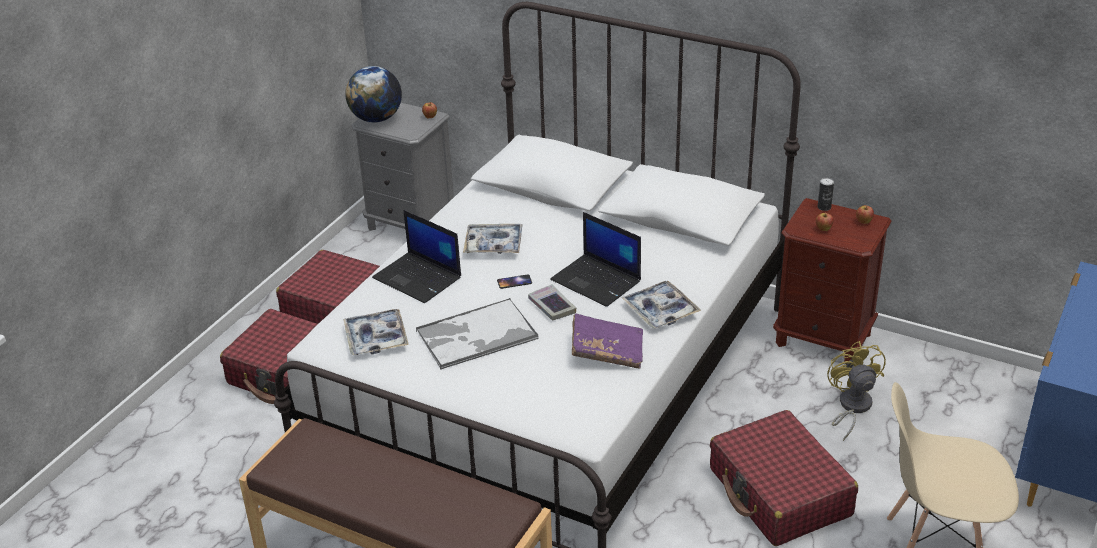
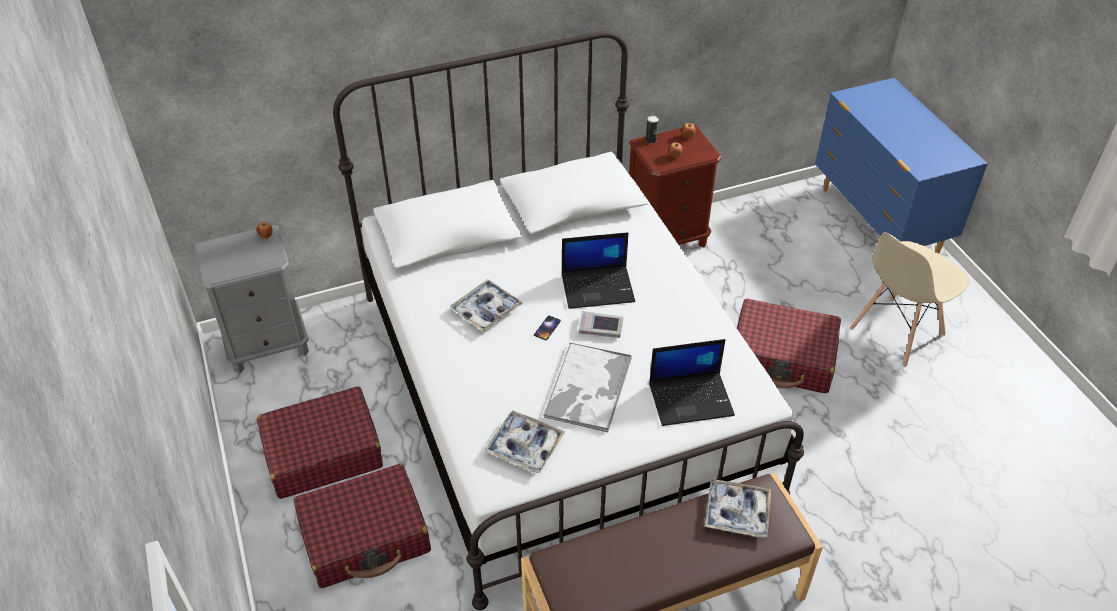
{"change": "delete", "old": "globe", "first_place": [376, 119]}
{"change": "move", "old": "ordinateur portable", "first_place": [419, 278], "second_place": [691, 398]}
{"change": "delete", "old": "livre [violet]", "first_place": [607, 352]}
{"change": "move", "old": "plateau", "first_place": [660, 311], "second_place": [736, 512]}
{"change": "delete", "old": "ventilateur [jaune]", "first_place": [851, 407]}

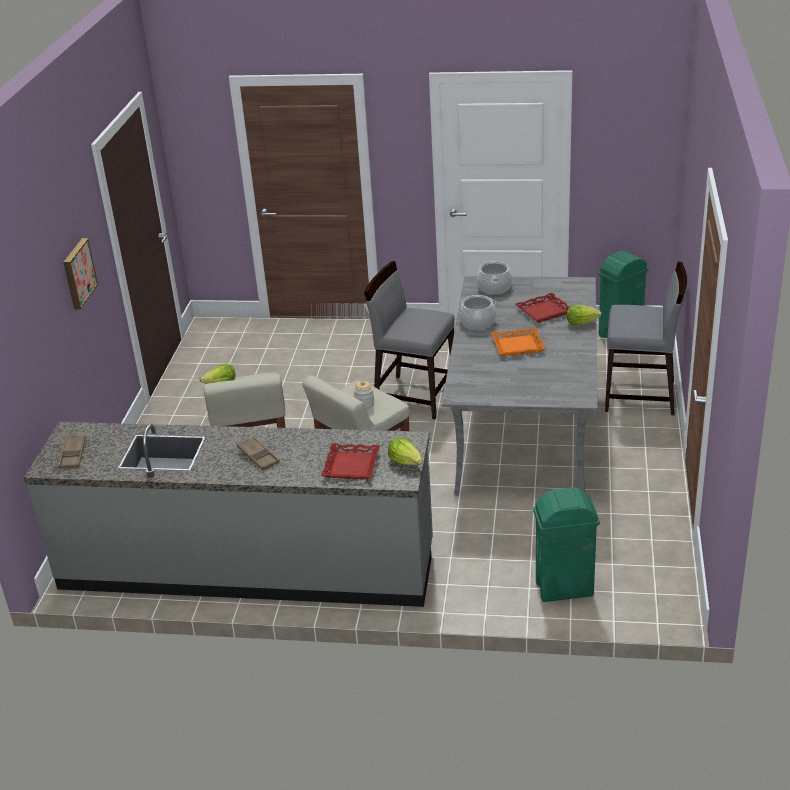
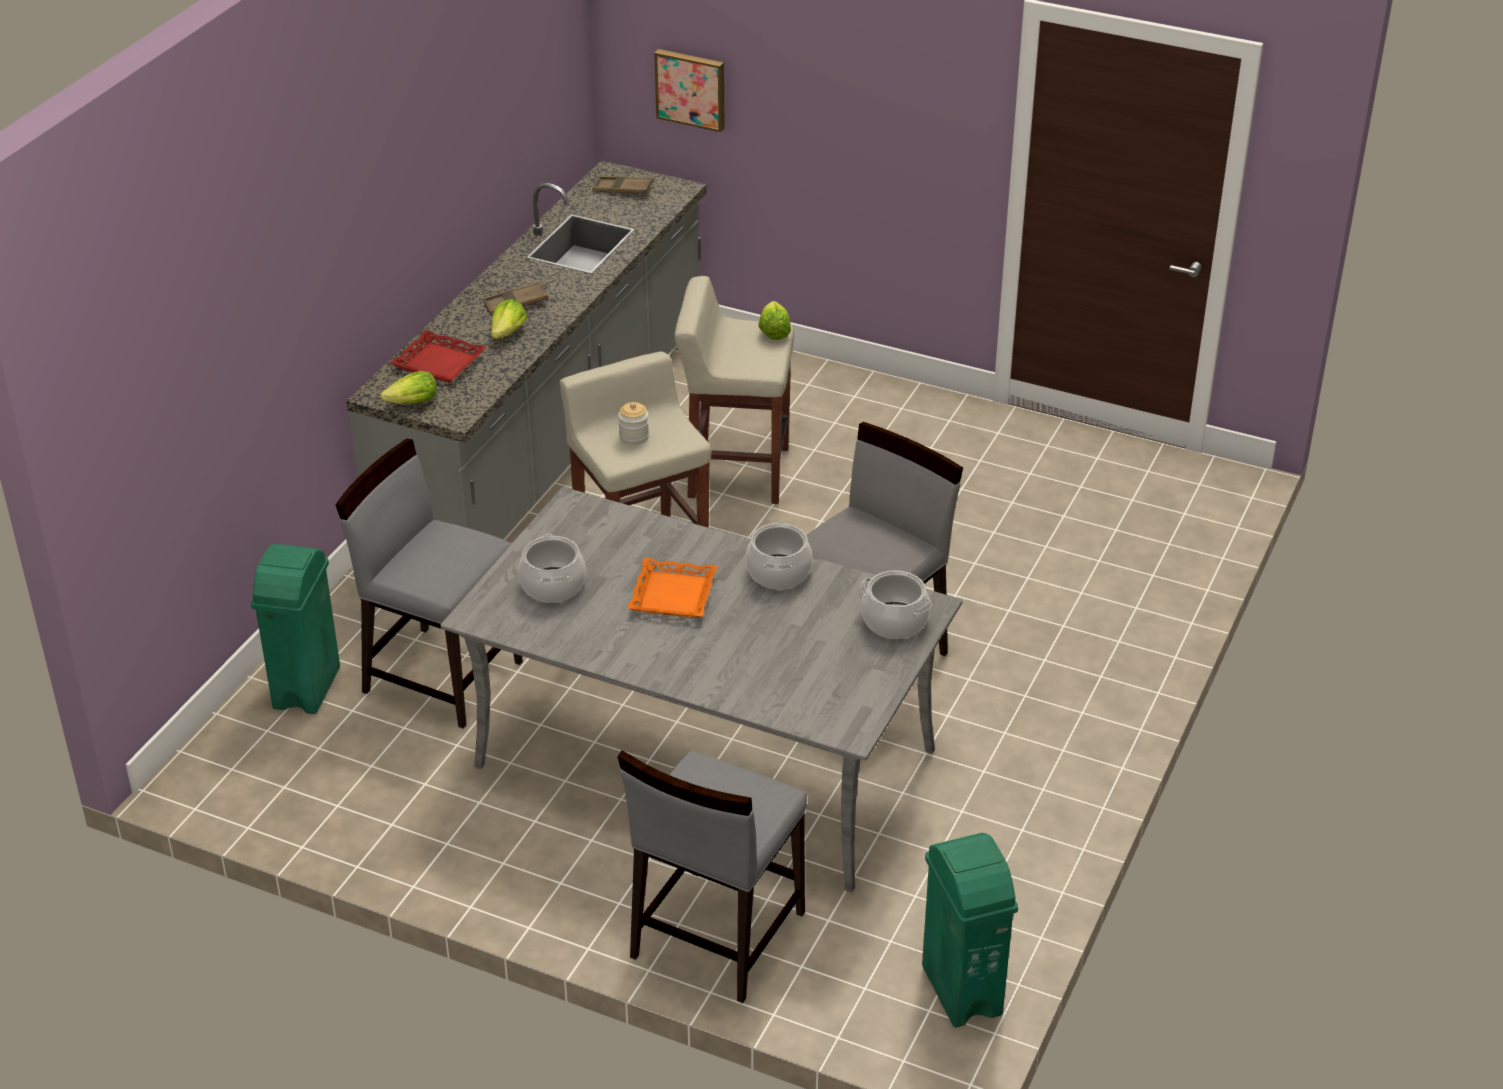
{"change": "move", "old": "tableau", "first_place": [78, 273], "second_place": [691, 88]}
{"change": "delete", "old": "plateau [rouge]", "first_place": [544, 311]}
{"change": "move", "old": "laitue", "first_place": [581, 322], "second_place": [508, 333]}
{"change": "insert", "new": "chaise [gris]", "second_place": [442, 675]}
{"change": "insert", "new": "marmite", "second_place": [552, 585]}

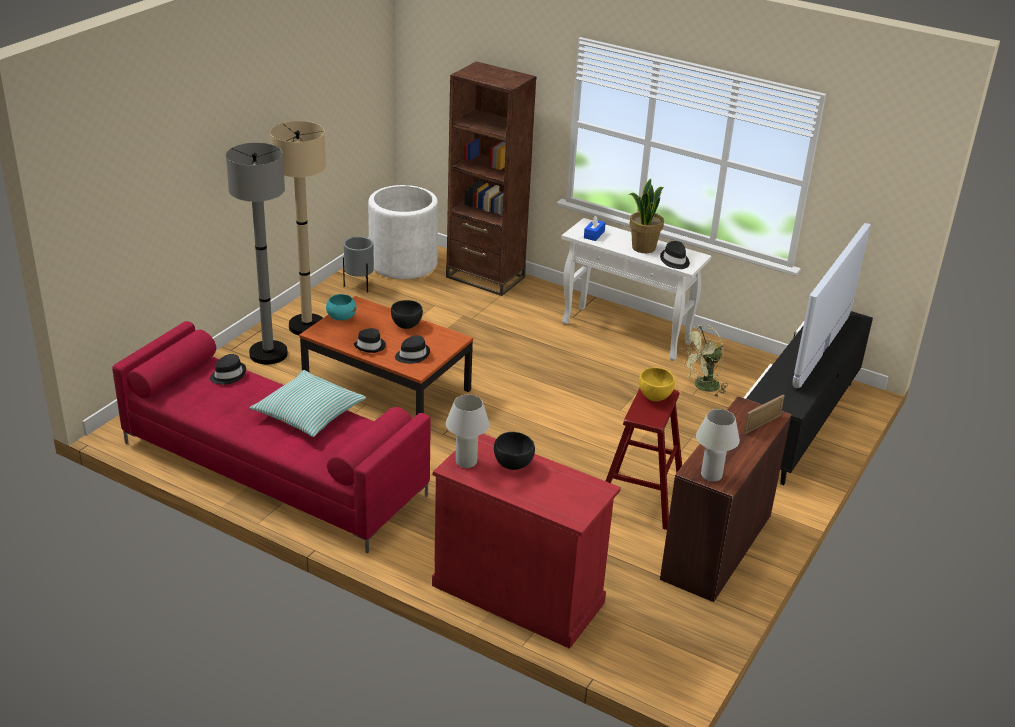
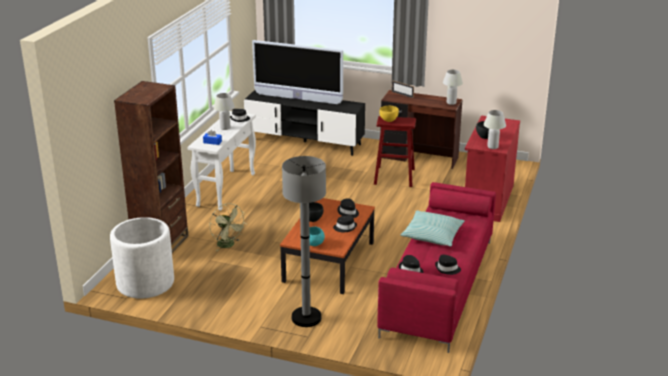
{"change": "delete", "old": "lampadaire [beige]", "first_place": [307, 326]}
{"change": "delete", "old": "cache-pot [gris]", "first_place": [359, 286]}
{"change": "replace", "old": "plante en pot", "new": "lampe de table [blanc]", "first_place": [643, 247], "second_place": [225, 128]}
{"change": "move", "old": "ventilateur [vert]", "first_place": [702, 387], "second_place": [228, 245]}
{"change": "insert", "new": "chapeau [noir]", "second_place": [447, 269]}

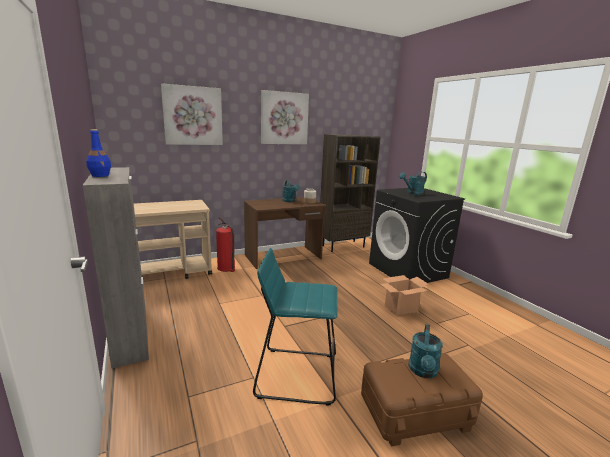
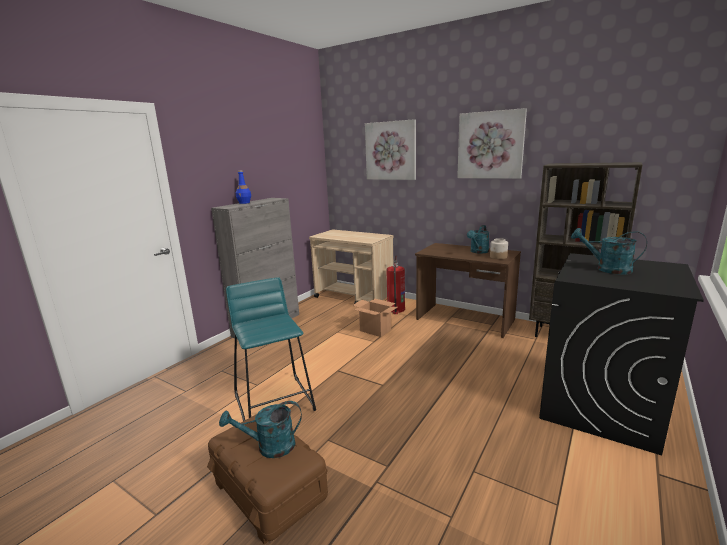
{"change": "move", "old": "carton", "first_place": [400, 309], "second_place": [375, 330]}

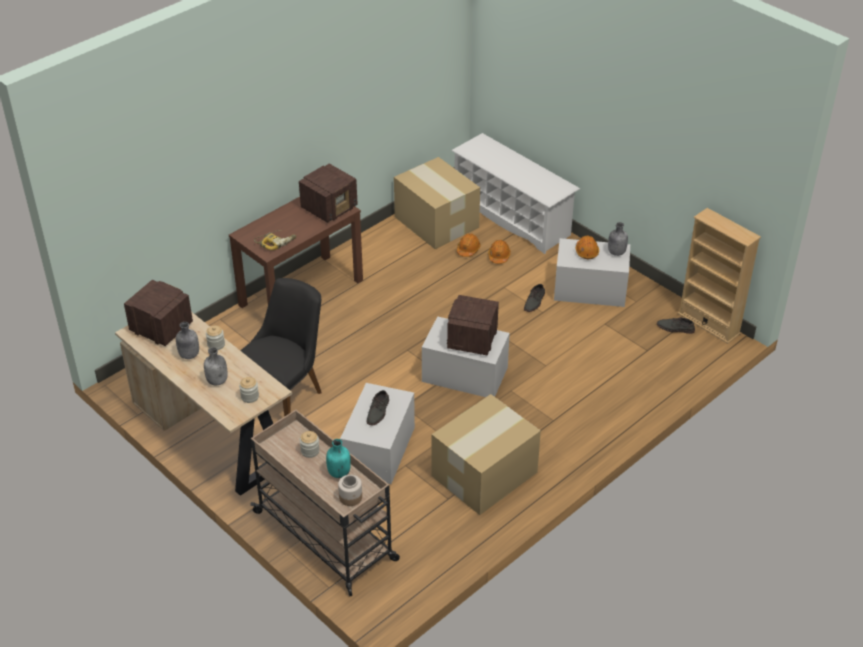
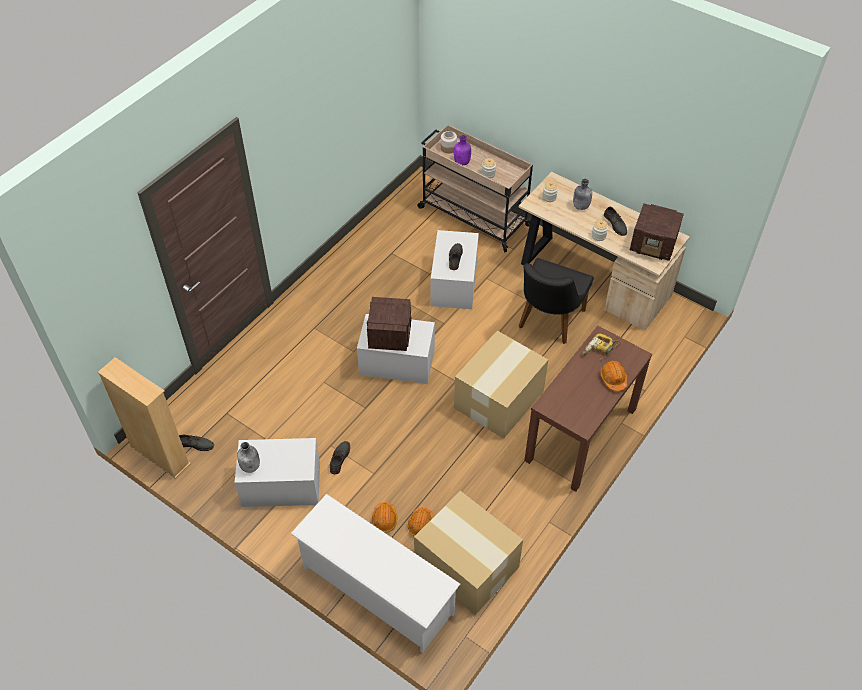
{"change": "replace", "old": "bouteille [gris]", "new": "chaussure [gris]", "first_place": [189, 355], "second_place": [615, 224]}
{"change": "delete", "old": "radio", "first_place": [330, 208]}
{"change": "recolor", "old": "bouteille [turquoise]", "new": "bouteille [violet]", "first_place": [338, 472], "second_place": [462, 162]}
{"change": "move", "old": "carton", "first_place": [483, 474], "second_place": [500, 399]}
{"change": "move", "old": "casque de chantier [orange]", "first_place": [586, 251], "second_place": [613, 378]}

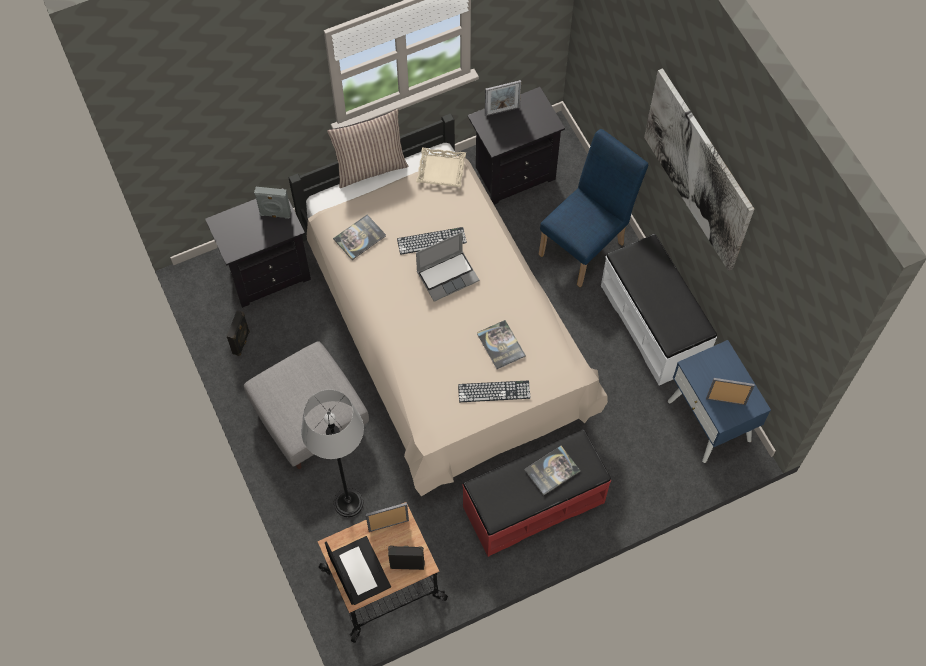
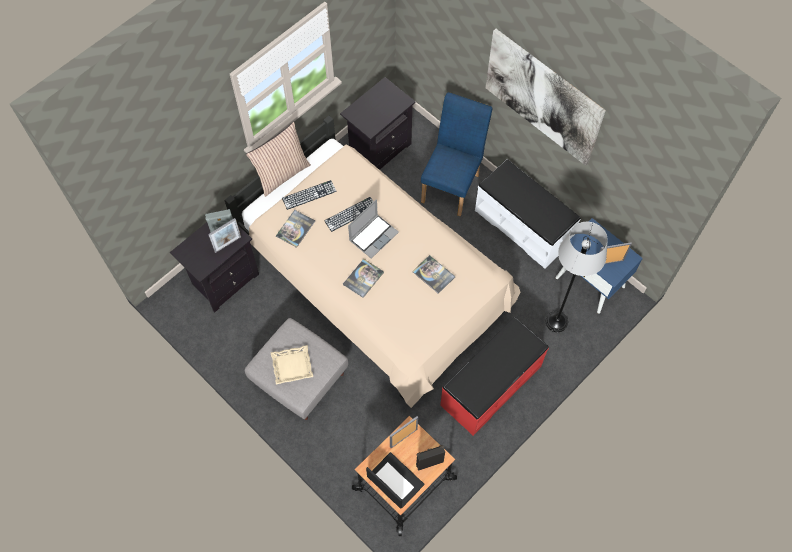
{"change": "delete", "old": "enceinte [noir]", "first_place": [242, 342]}
{"change": "move", "old": "lampadaire [gris]", "first_place": [348, 503], "second_place": [556, 322]}
{"change": "move", "old": "plateau [beige]", "first_place": [441, 170], "second_place": [292, 366]}
{"change": "move", "old": "clavier", "first_place": [494, 391], "second_place": [309, 195]}
{"change": "move", "old": "cadre photo", "first_place": [502, 111], "second_place": [228, 244]}
{"change": "move", "old": "livre", "first_place": [552, 470], "second_place": [363, 278]}

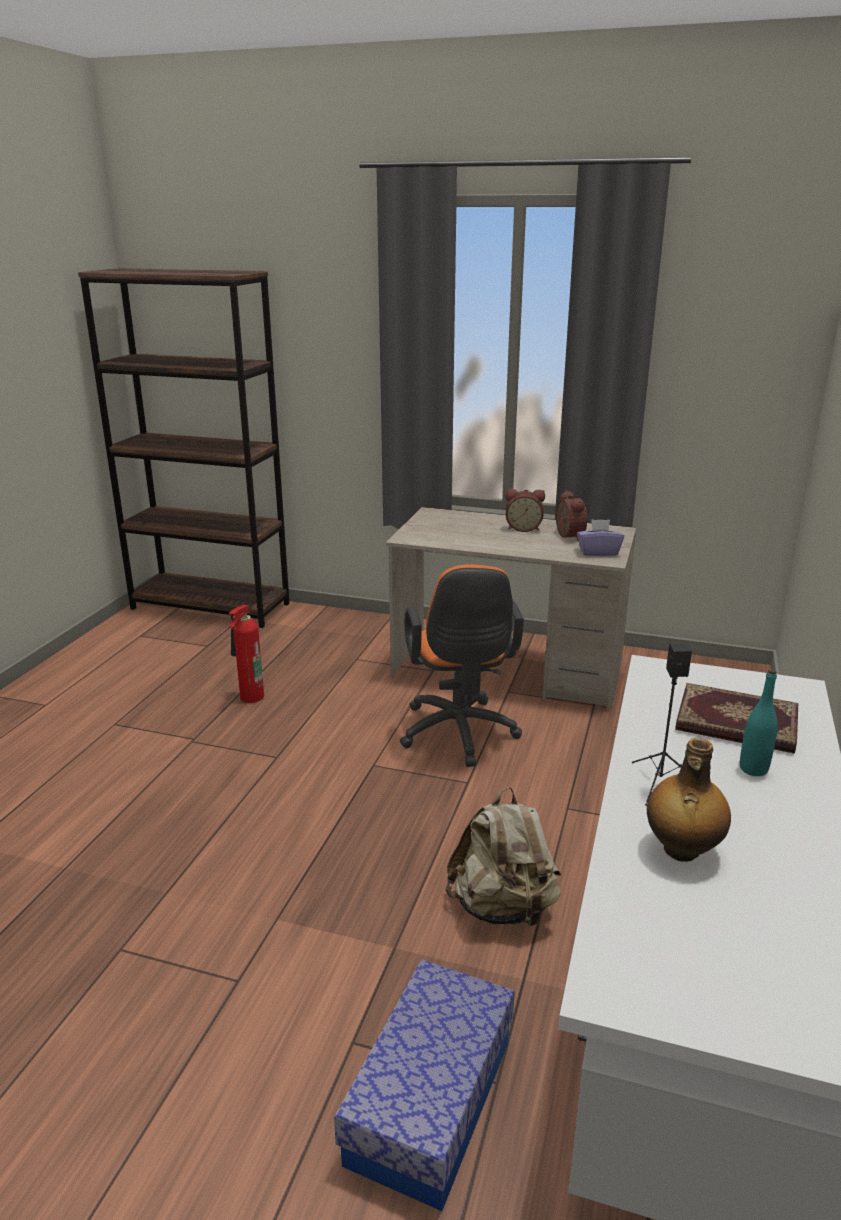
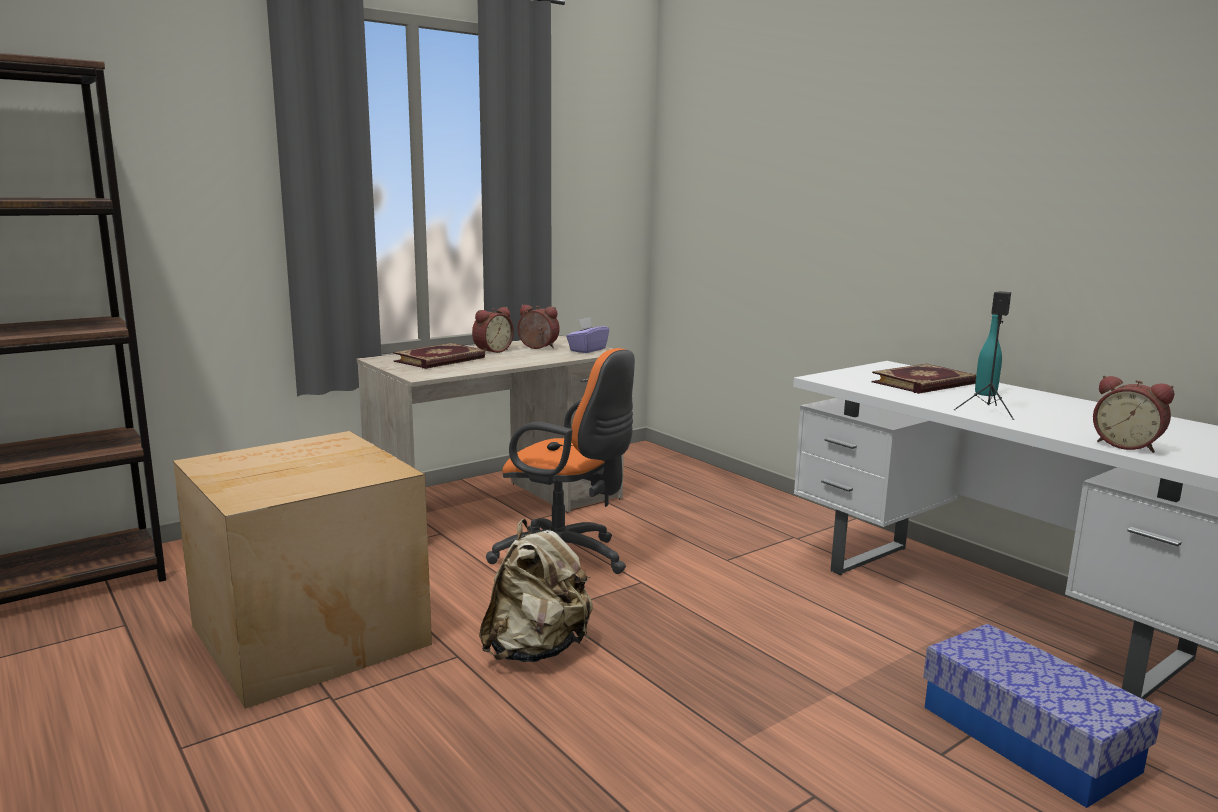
{"change": "replace", "old": "extincteur", "new": "carton", "first_place": [249, 697], "second_place": [306, 635]}
{"change": "move", "old": "sac à dos [beige]", "first_place": [503, 908], "second_place": [536, 650]}
{"change": "delete", "old": "bouteille", "first_place": [681, 850]}
{"change": "insert", "new": "livre", "second_place": [440, 360]}
{"change": "insert", "new": "réveil", "second_place": [1127, 445]}

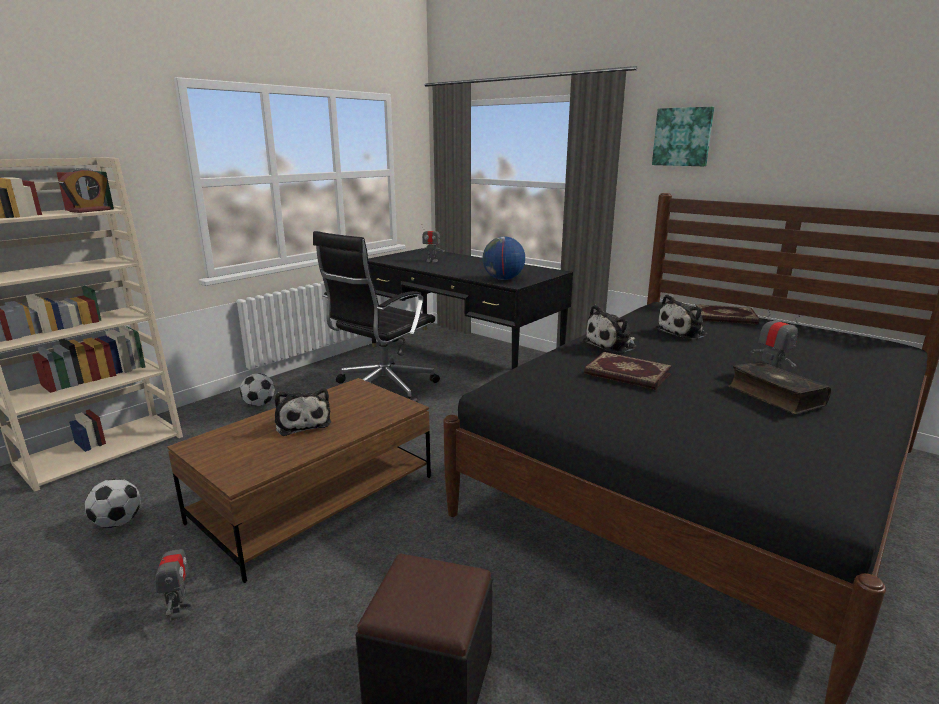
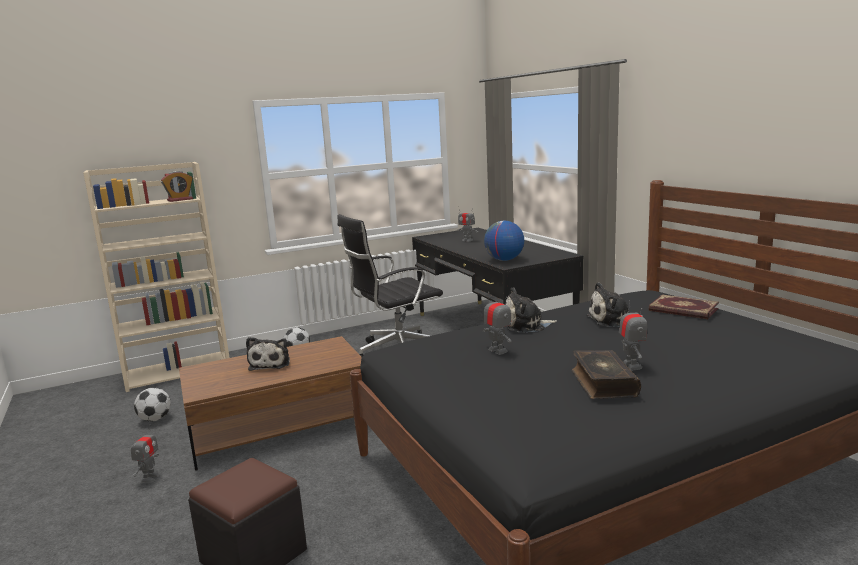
{"change": "replace", "old": "livre", "new": "robot jouet", "first_place": [626, 374], "second_place": [497, 351]}
{"change": "delete", "old": "tableau", "first_place": [682, 137]}

